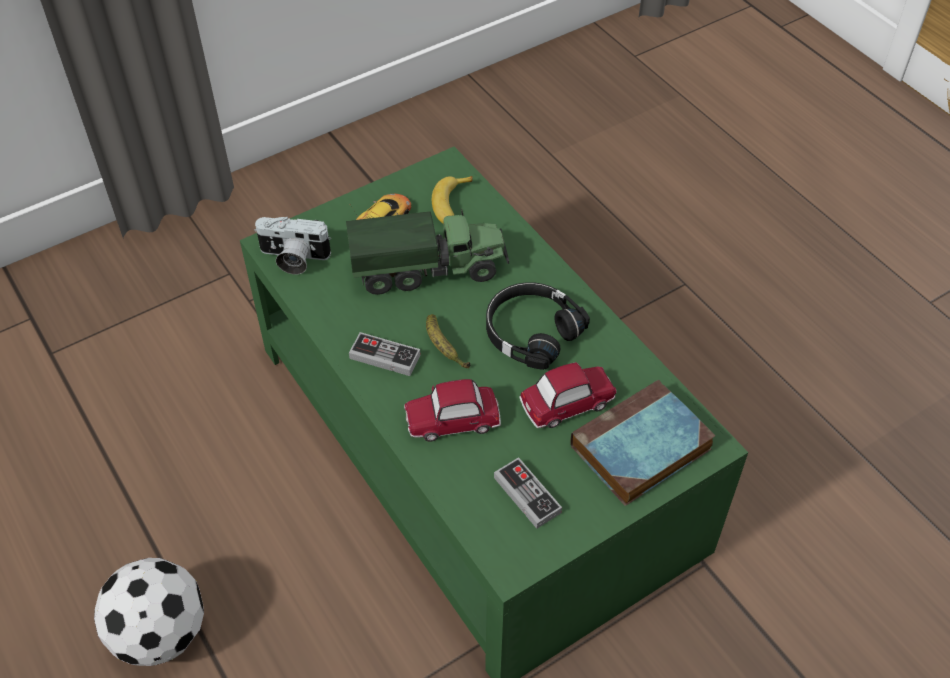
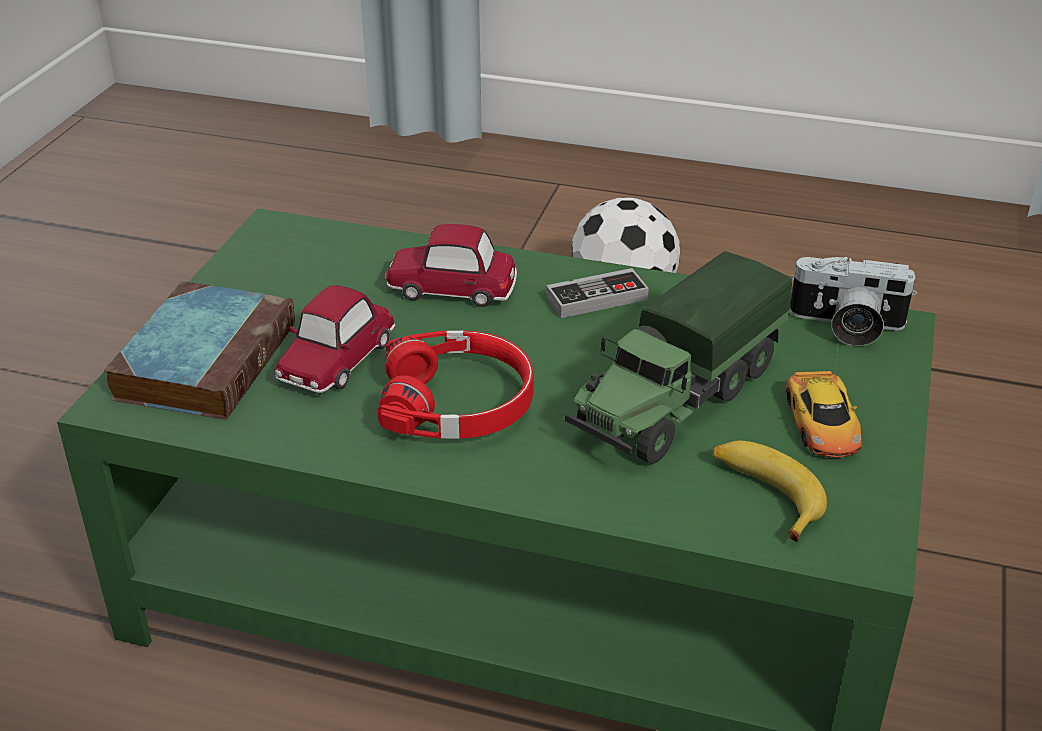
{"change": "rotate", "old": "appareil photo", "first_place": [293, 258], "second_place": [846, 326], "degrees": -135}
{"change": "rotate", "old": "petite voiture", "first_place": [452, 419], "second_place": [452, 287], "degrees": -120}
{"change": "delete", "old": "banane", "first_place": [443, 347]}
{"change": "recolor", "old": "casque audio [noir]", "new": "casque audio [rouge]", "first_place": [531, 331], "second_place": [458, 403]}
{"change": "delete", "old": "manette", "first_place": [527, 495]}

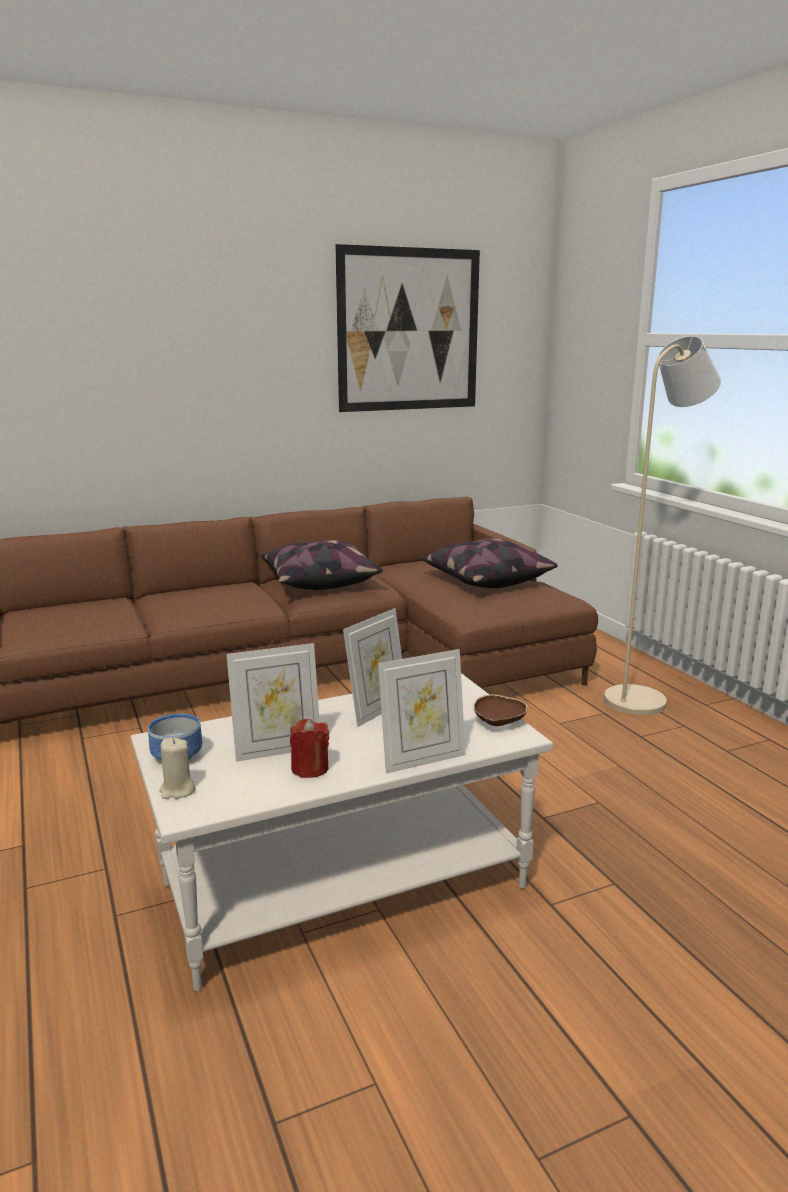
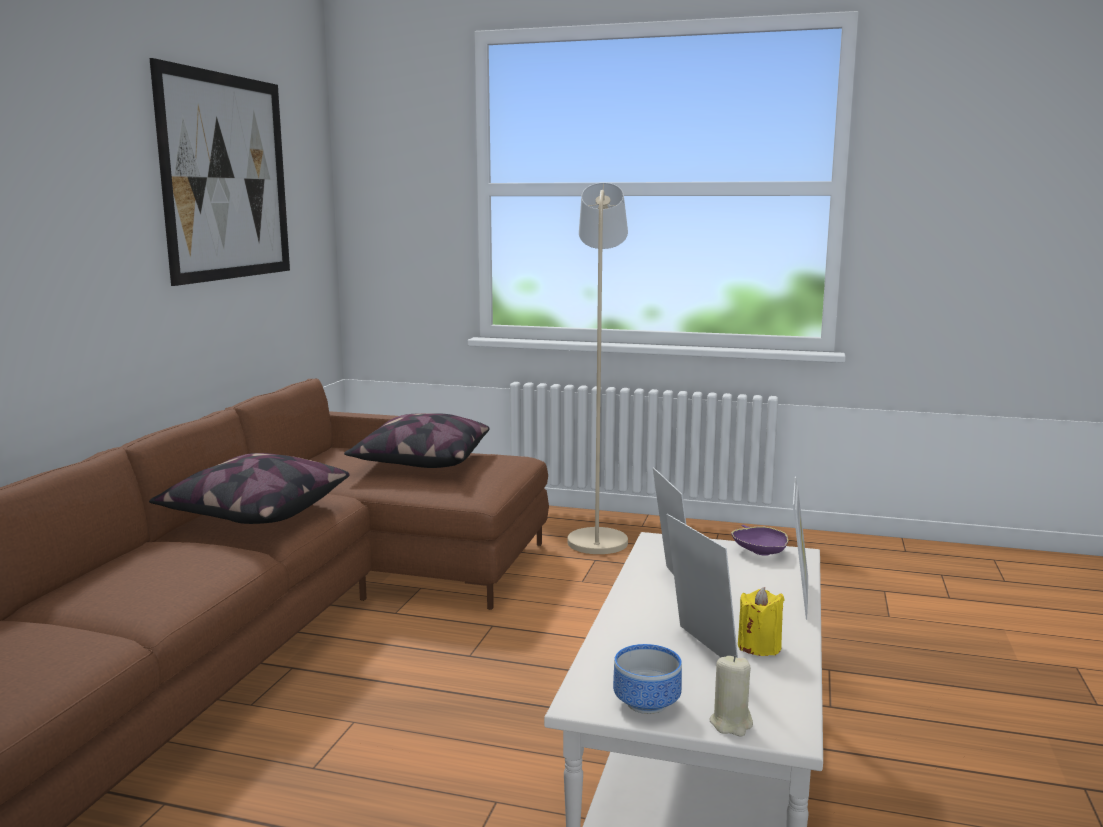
{"change": "rotate", "old": "cadre photo", "first_place": [277, 750], "second_place": [699, 649], "degrees": -45}
{"change": "recolor", "old": "bougie [rouge]", "new": "bougie [jaune]", "first_place": [310, 768], "second_place": [759, 646]}
{"change": "recolor", "old": "bol [marron]", "new": "bol [violet]", "first_place": [499, 721], "second_place": [760, 551]}

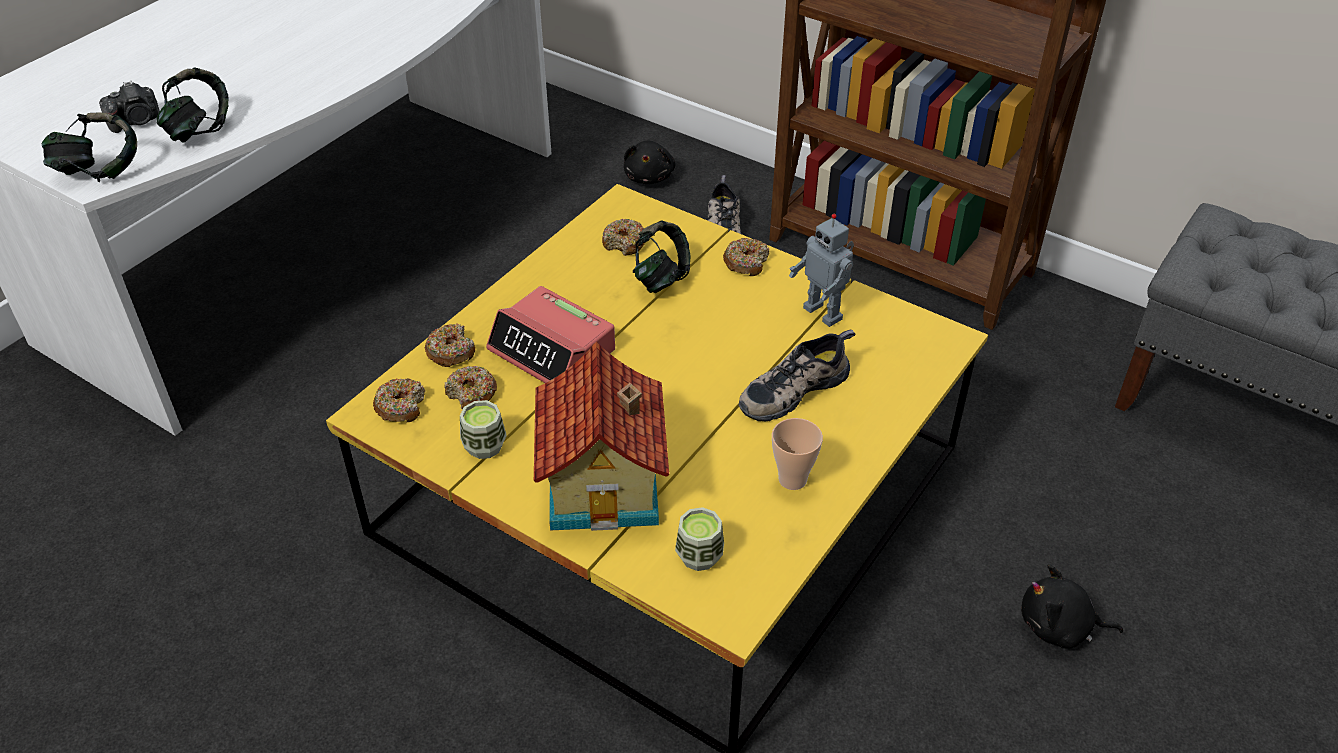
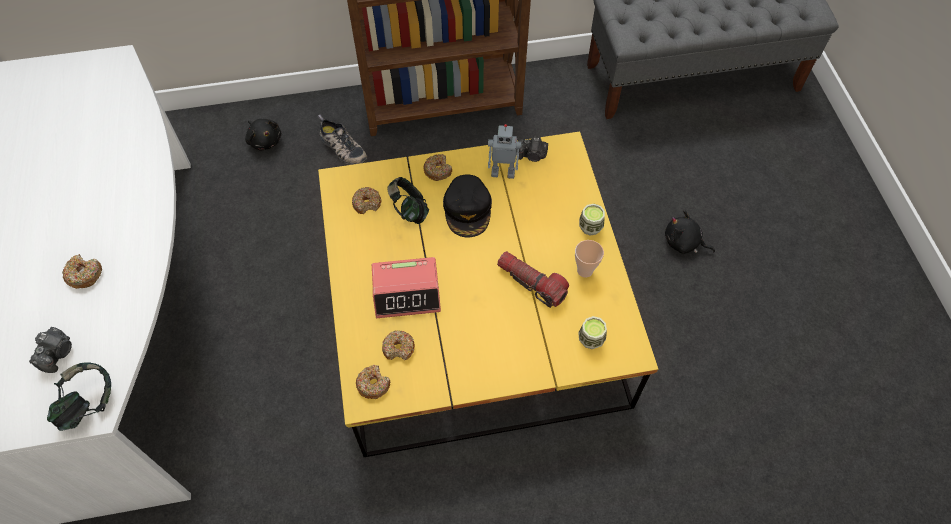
{"change": "delete", "old": "casque audio", "first_place": [199, 130]}
{"change": "move", "old": "beignet", "first_place": [451, 352], "second_place": [84, 275]}
{"change": "move", "old": "tasse", "first_place": [484, 446], "second_place": [590, 227]}
{"change": "delete", "old": "maison miniature", "first_place": [607, 486]}
{"change": "delete", "old": "chaussure", "first_place": [793, 388]}
{"change": "rotate", "old": "peluche [noir]", "first_place": [1059, 627], "second_place": [683, 243], "degrees": 60}
{"change": "insert", "new": "casquette [noir]", "second_place": [468, 209]}
{"change": "insert", "new": "lampe de poche", "second_place": [531, 283]}
{"change": "insert", "new": "appareil photo", "second_place": [532, 155]}

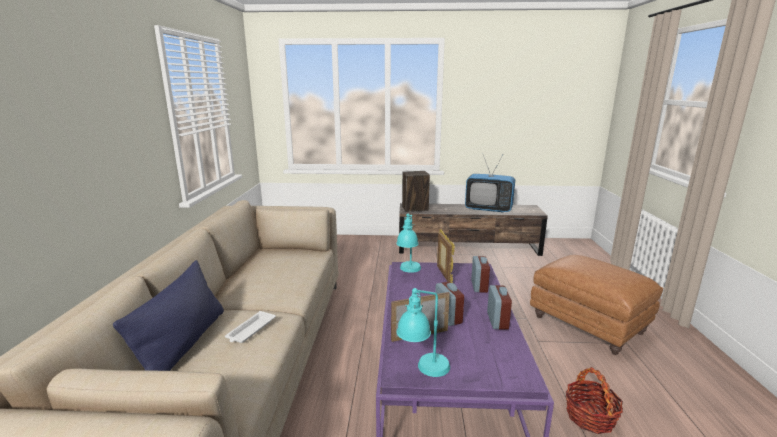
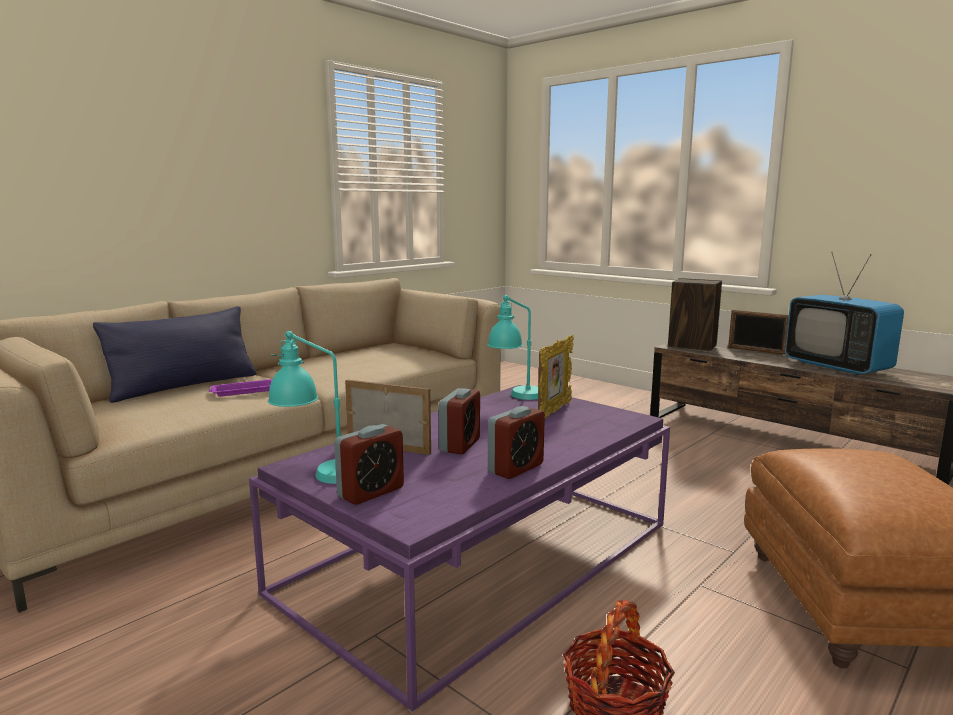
{"change": "recolor", "old": "plateau [blanc]", "new": "plateau [violet]", "first_place": [250, 330], "second_place": [243, 391]}
{"change": "move", "old": "réveil", "first_place": [479, 286], "second_place": [371, 492]}
{"change": "insert", "new": "cadre photo", "second_place": [756, 351]}

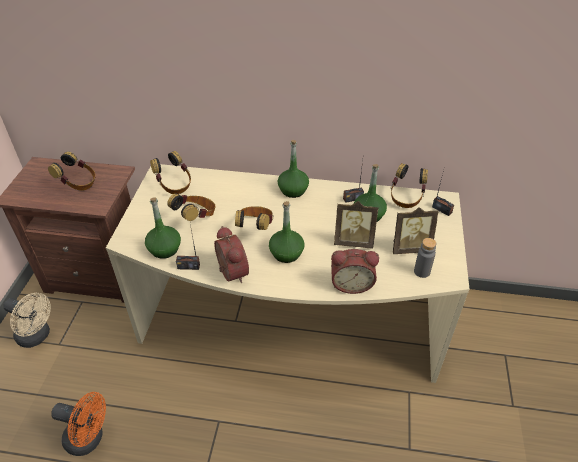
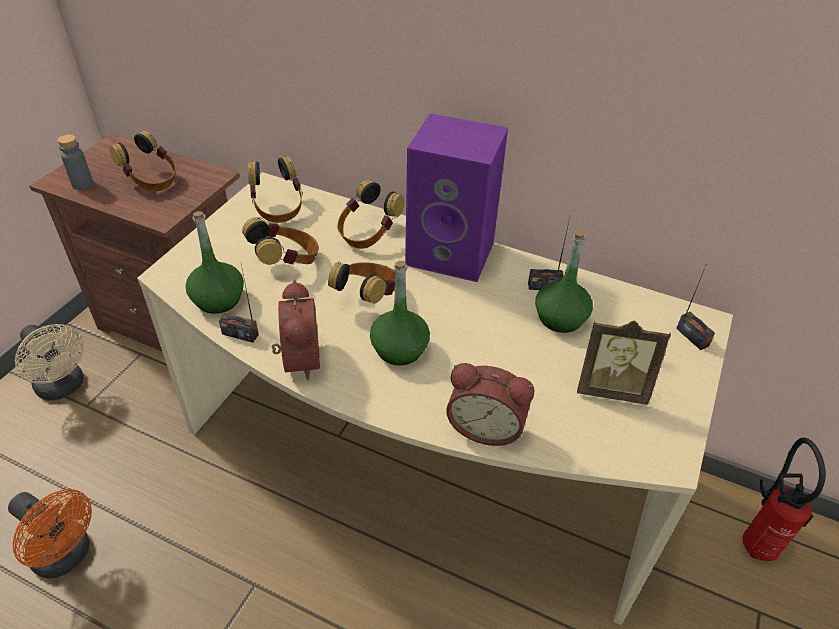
{"change": "replace", "old": "bouteille [vert]", "new": "enceinte [violet]", "first_place": [293, 190], "second_place": [453, 253]}
{"change": "delete", "old": "cadre photo", "first_place": [353, 241]}
{"change": "move", "old": "casque audio", "first_place": [406, 198], "second_place": [368, 235]}
{"change": "move", "old": "bouteille [gris]", "first_place": [422, 271], "second_place": [83, 184]}
{"change": "insert", "new": "extincteur", "second_place": [758, 542]}

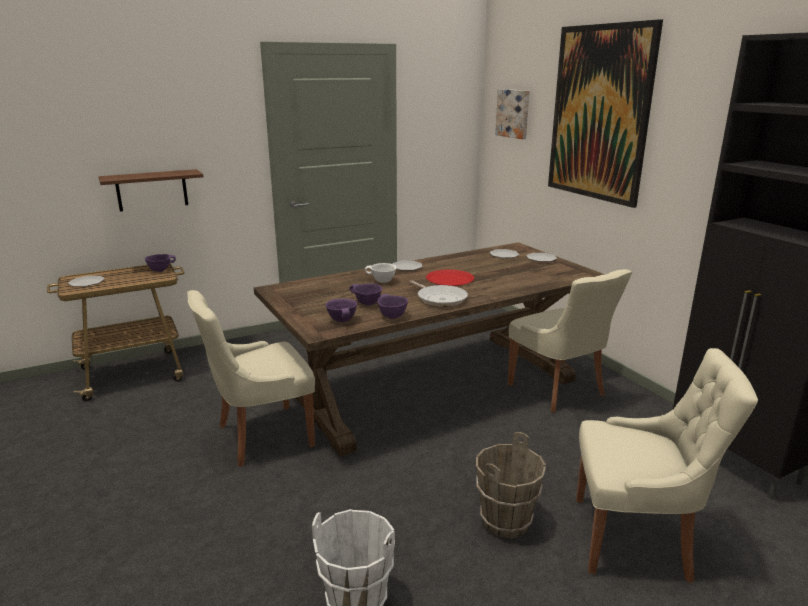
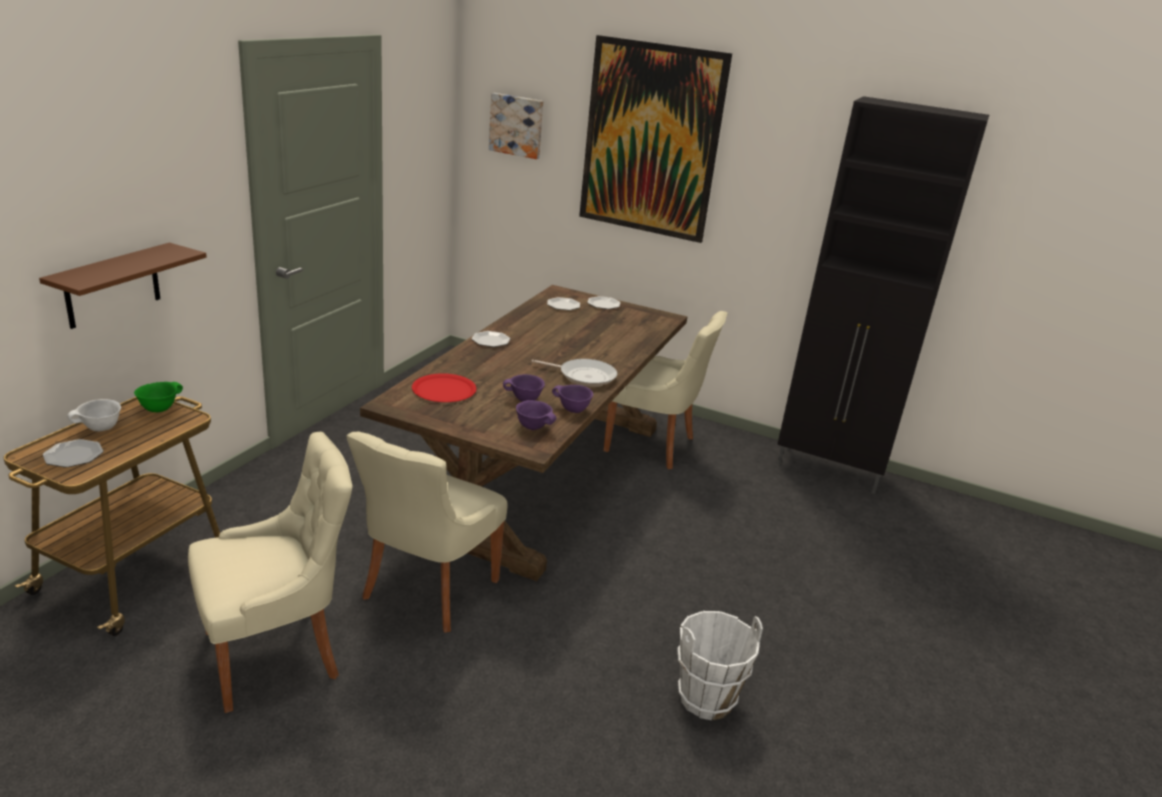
{"change": "recolor", "old": "bol [violet]", "new": "bol [vert]", "first_place": [160, 270], "second_place": [159, 409]}
{"change": "move", "old": "bol [blanc]", "first_place": [382, 281], "second_place": [100, 429]}
{"change": "move", "old": "assiette [rouge]", "first_place": [450, 279], "second_place": [444, 389]}
{"change": "delete", "old": "seau [marron]", "first_place": [506, 522]}
{"change": "move", "old": "chaise [beige]", "first_place": [636, 539], "second_place": [277, 653]}

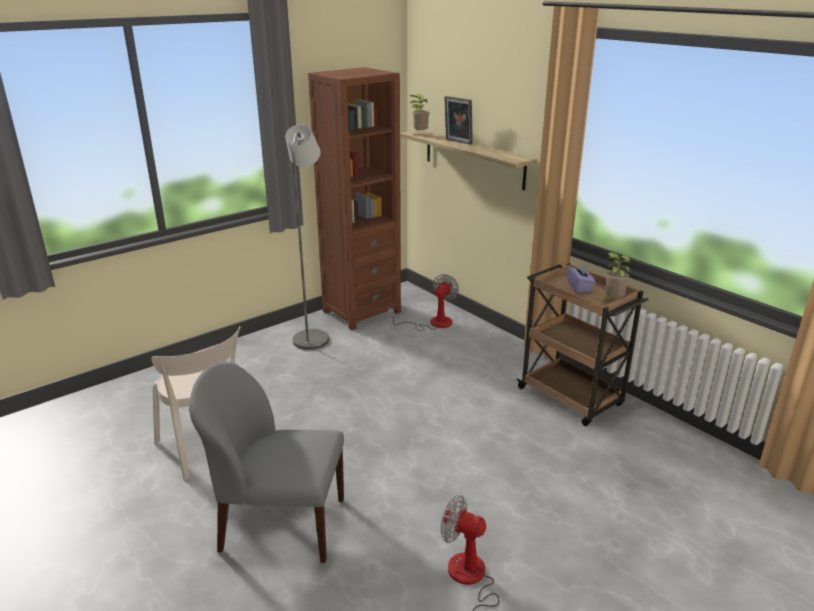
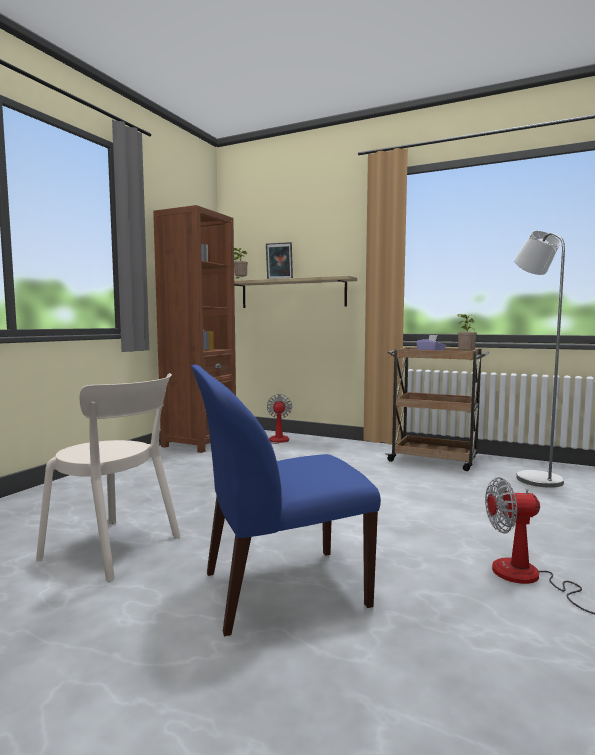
{"change": "recolor", "old": "chaise [gris]", "new": "chaise [bleu]", "first_place": [280, 524], "second_place": [280, 590]}
{"change": "move", "old": "lampadaire [gris]", "first_place": [312, 337], "second_place": [532, 477]}

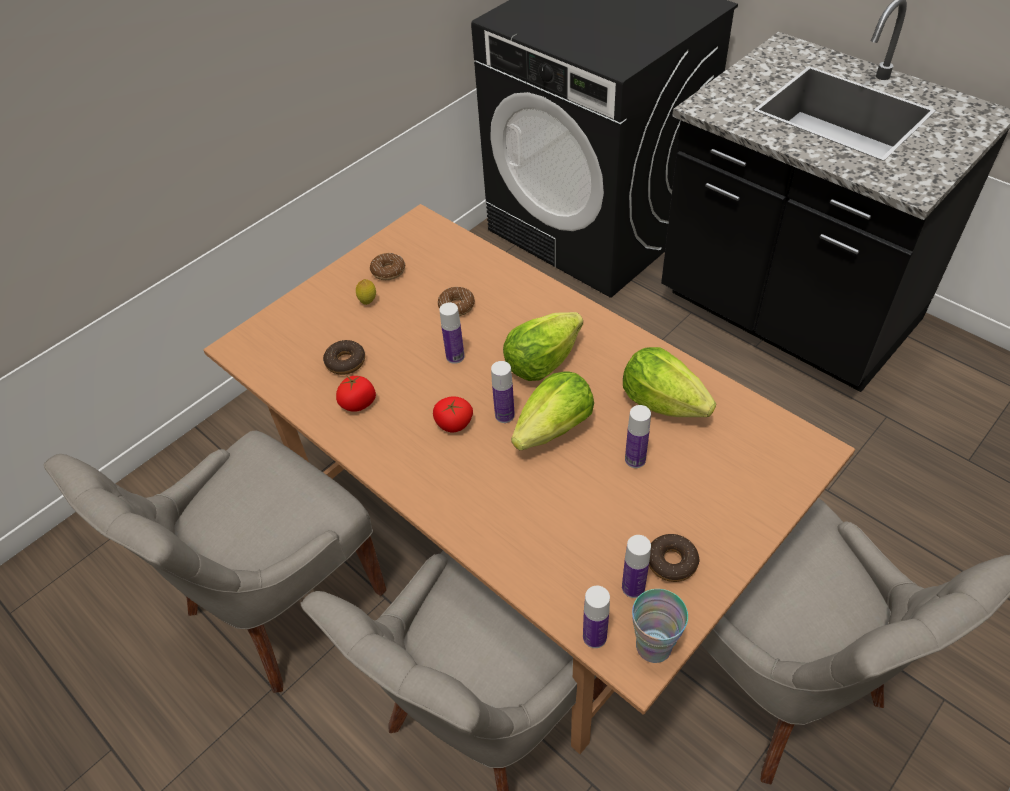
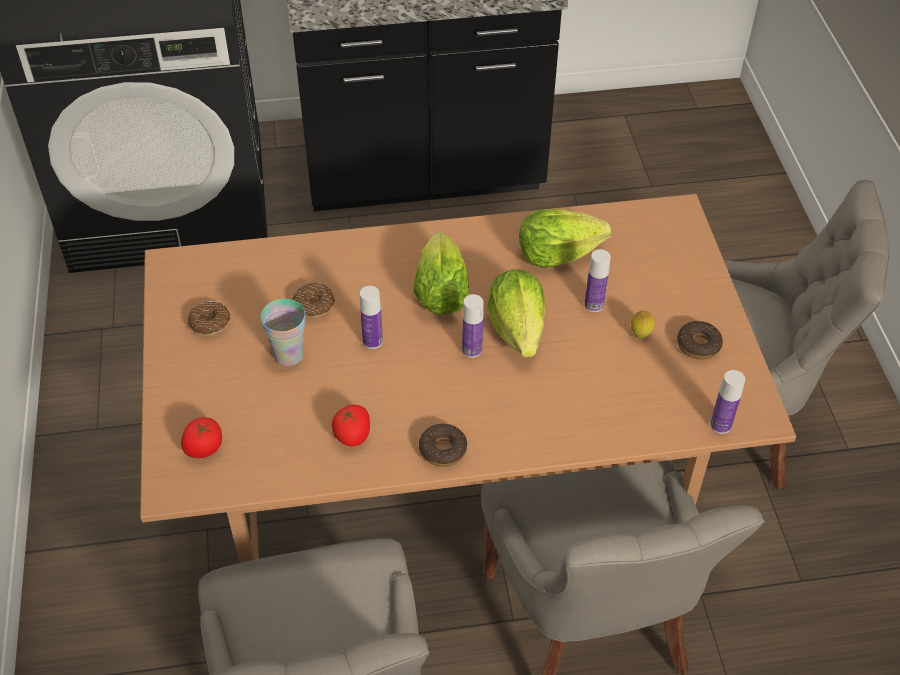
{"change": "move", "old": "beignet", "first_place": [345, 362], "second_place": [443, 449]}
{"change": "move", "old": "citron", "first_place": [368, 302], "second_place": [640, 335]}
{"change": "move", "old": "tomate", "first_place": [453, 424], "second_place": [204, 448]}
{"change": "delete", "old": "bouteille", "first_place": [633, 587]}
{"change": "move", "old": "tasse", "first_place": [653, 646], "second_place": [288, 355]}

